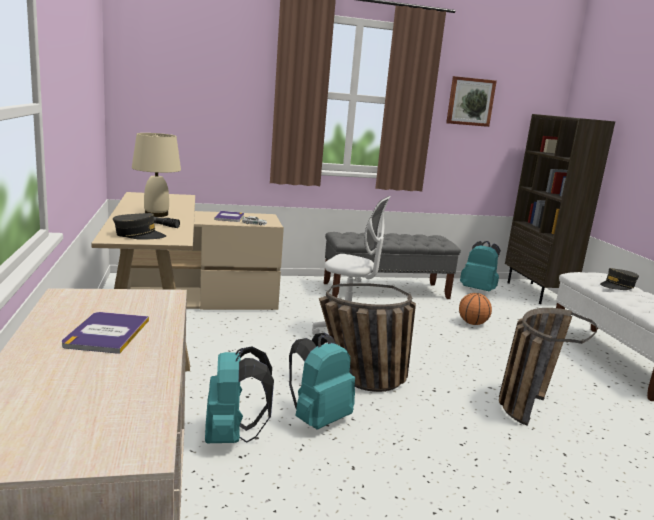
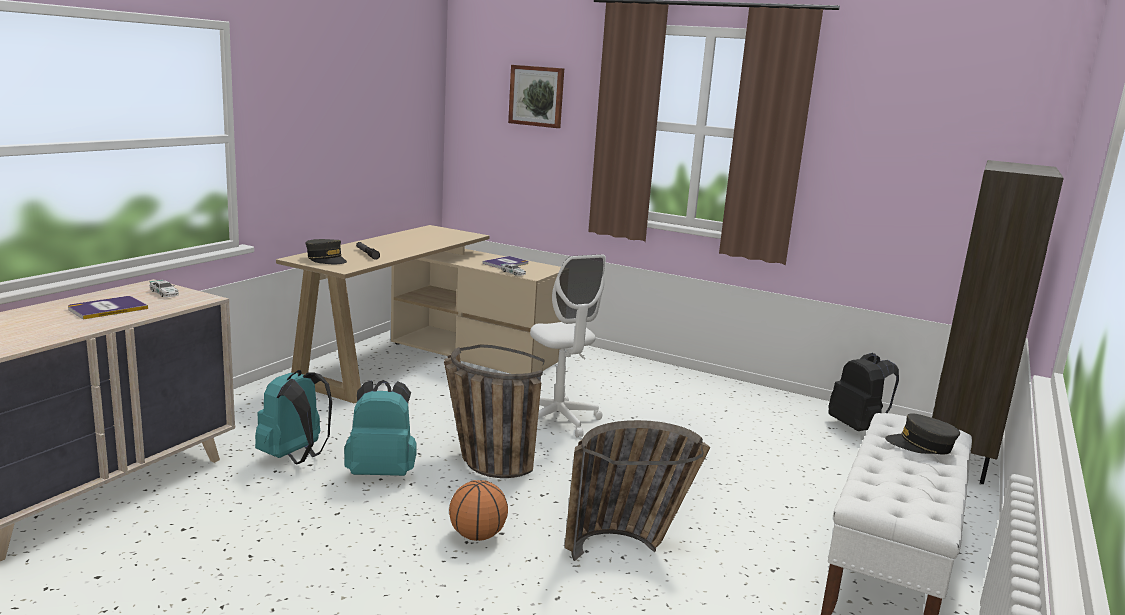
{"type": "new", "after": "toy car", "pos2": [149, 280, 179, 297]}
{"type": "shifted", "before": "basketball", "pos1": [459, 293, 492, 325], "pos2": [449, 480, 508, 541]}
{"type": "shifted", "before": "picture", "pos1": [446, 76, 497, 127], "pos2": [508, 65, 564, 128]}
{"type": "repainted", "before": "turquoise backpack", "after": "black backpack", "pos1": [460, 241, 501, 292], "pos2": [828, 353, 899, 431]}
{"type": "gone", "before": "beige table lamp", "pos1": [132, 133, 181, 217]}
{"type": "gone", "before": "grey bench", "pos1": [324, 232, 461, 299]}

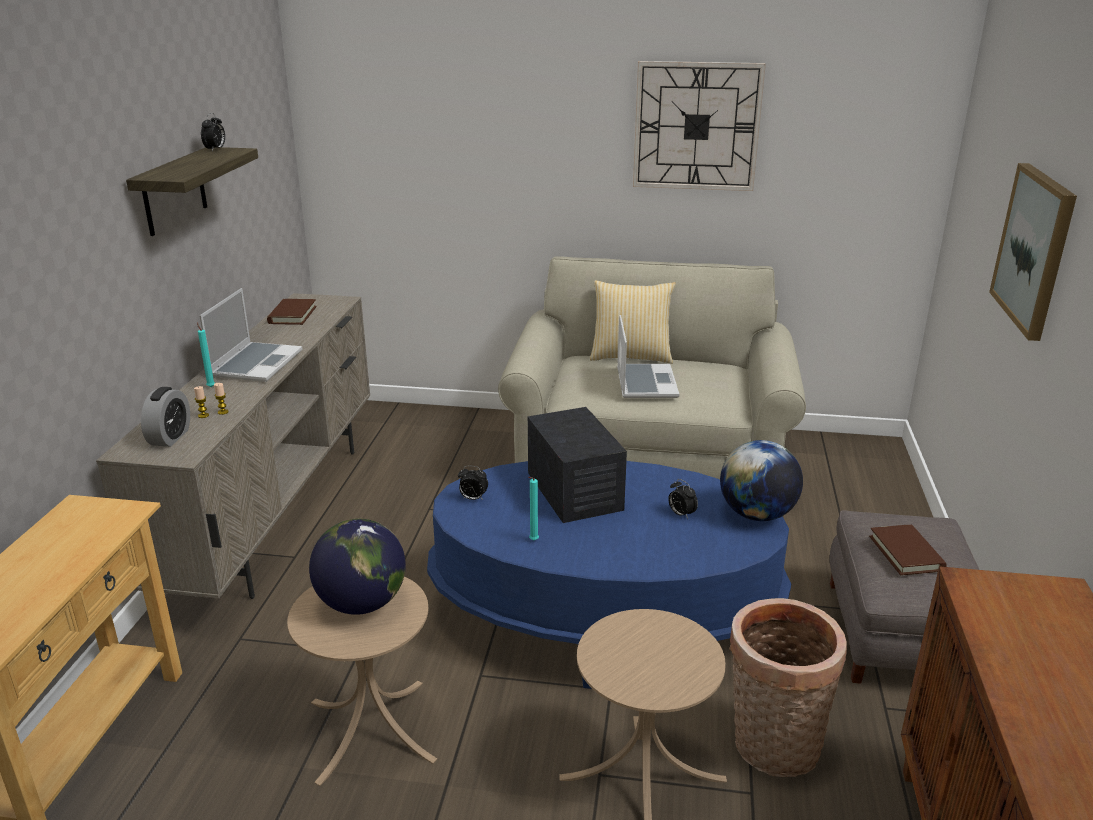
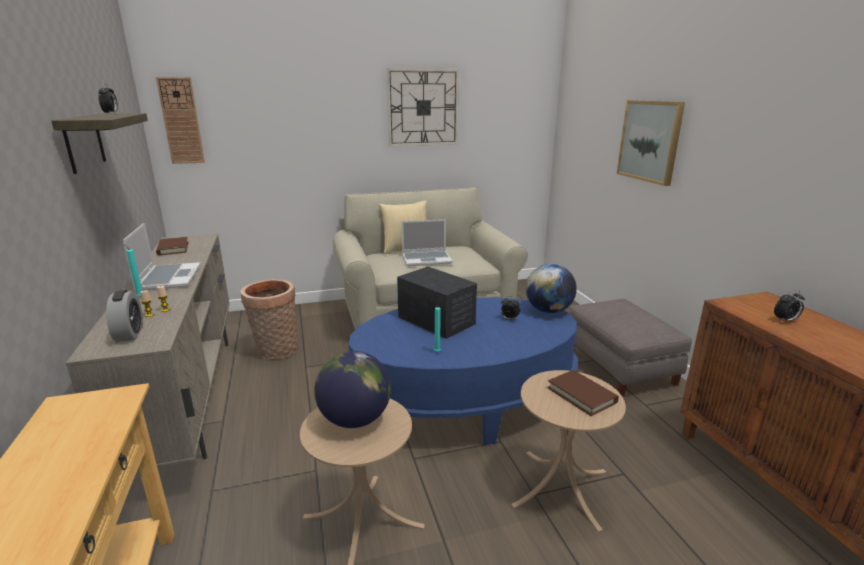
{"type": "new", "after": "wall clock", "pos2": [156, 77, 205, 164]}
{"type": "shifted", "before": "basket", "pos1": [729, 598, 847, 777], "pos2": [241, 279, 298, 359]}
{"type": "rotated", "before": "laptop", "pos1": [617, 315, 679, 398], "pos2": [402, 219, 452, 267], "turn": 105}
{"type": "shifted", "before": "brown book", "pos1": [869, 525, 947, 576], "pos2": [547, 370, 619, 416]}
{"type": "shifted", "before": "alarm clock", "pos1": [458, 466, 488, 500], "pos2": [774, 290, 805, 322]}

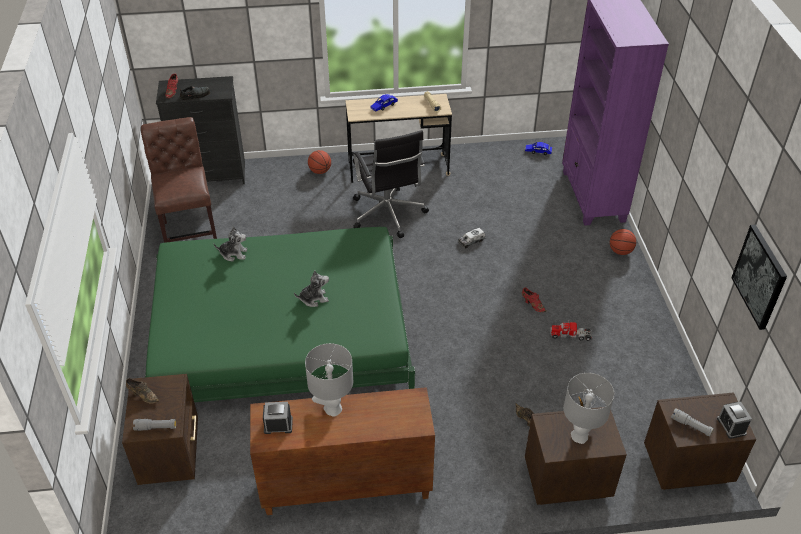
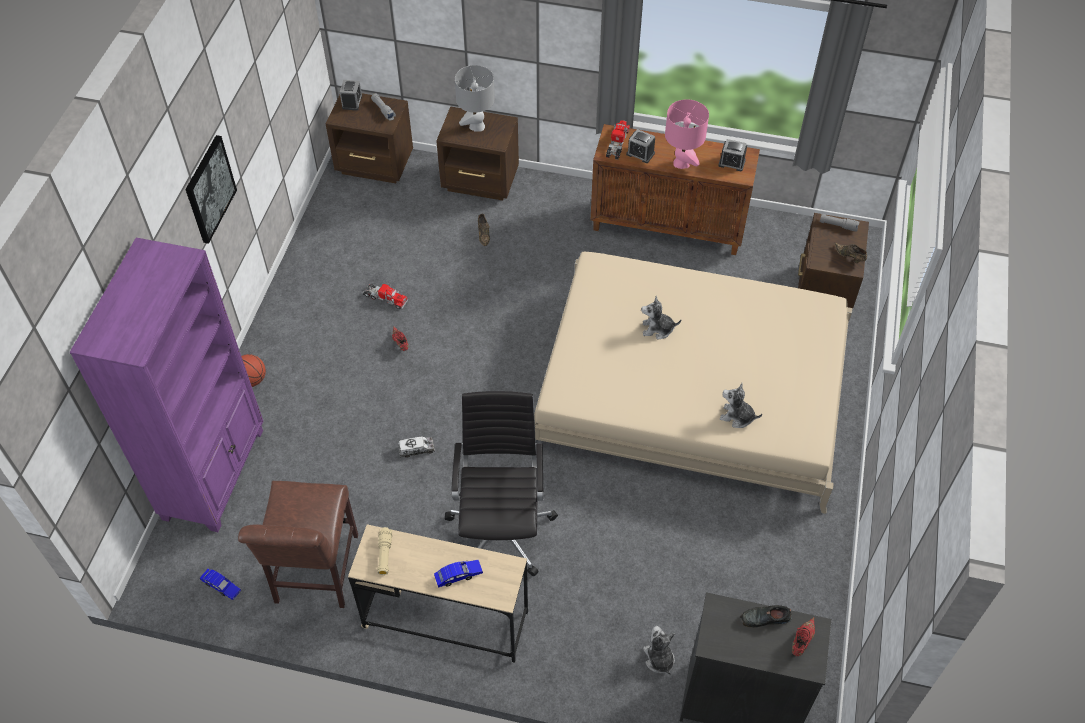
{"type": "shifted", "before": "picture", "pos1": [731, 225, 787, 330], "pos2": [185, 135, 237, 244]}
{"type": "shifted", "before": "brown chair", "pos1": [141, 117, 217, 243], "pos2": [238, 481, 358, 608]}
{"type": "repainted", "before": "green bed", "after": "beige bed", "pos1": [145, 227, 415, 402], "pos2": [534, 252, 853, 514]}
{"type": "new", "after": "toy truck", "pos2": [606, 120, 630, 160]}
{"type": "new", "after": "alarm clock", "pos2": [626, 129, 655, 163]}
{"type": "new", "after": "plush toy", "pos2": [643, 626, 675, 675]}
{"type": "repainted", "before": "grey table lamp", "after": "pink table lamp", "pos1": [305, 343, 353, 417], "pos2": [665, 99, 709, 169]}
{"type": "gone", "before": "basketball", "pos1": [308, 150, 331, 174]}

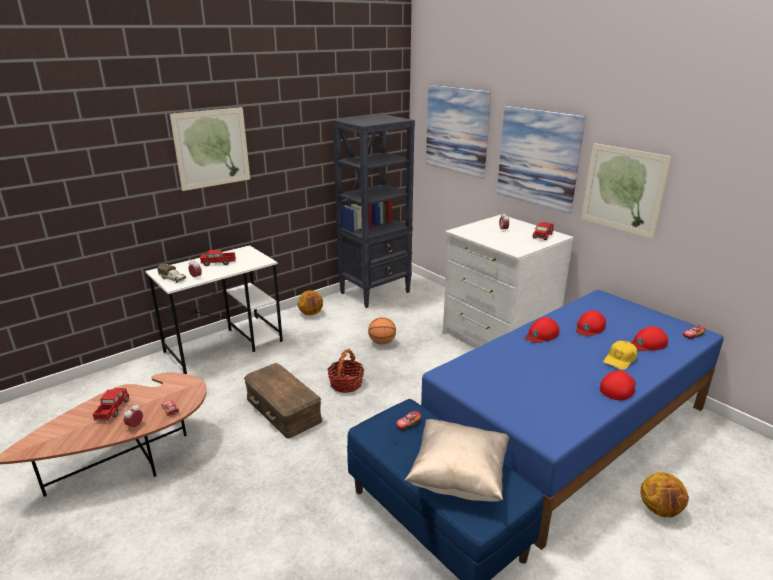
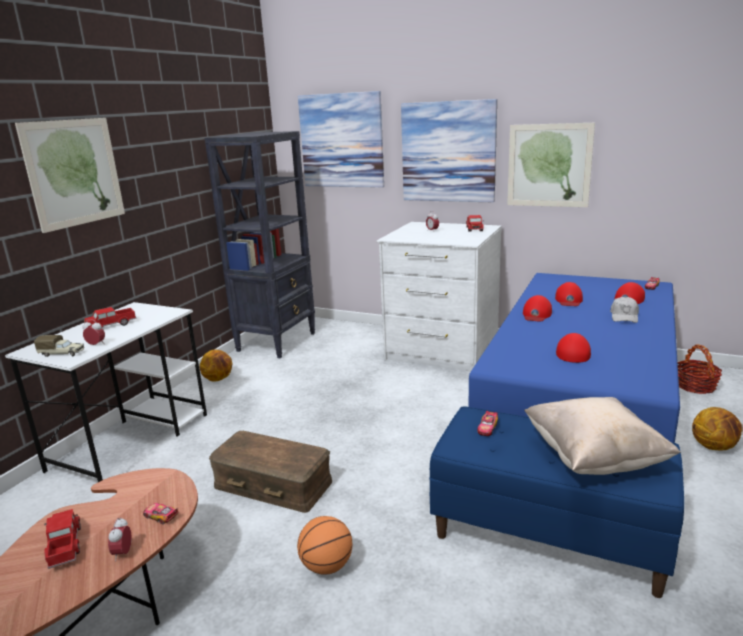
{"type": "shifted", "before": "basketball", "pos1": [368, 317, 396, 344], "pos2": [297, 516, 352, 575]}
{"type": "shifted", "before": "red cap", "pos1": [600, 371, 636, 400], "pos2": [556, 333, 591, 363]}
{"type": "repainted", "before": "yellow cap", "after": "white cap", "pos1": [603, 341, 637, 370], "pos2": [610, 296, 639, 323]}
{"type": "shifted", "before": "basket", "pos1": [327, 349, 365, 393], "pos2": [678, 344, 722, 394]}

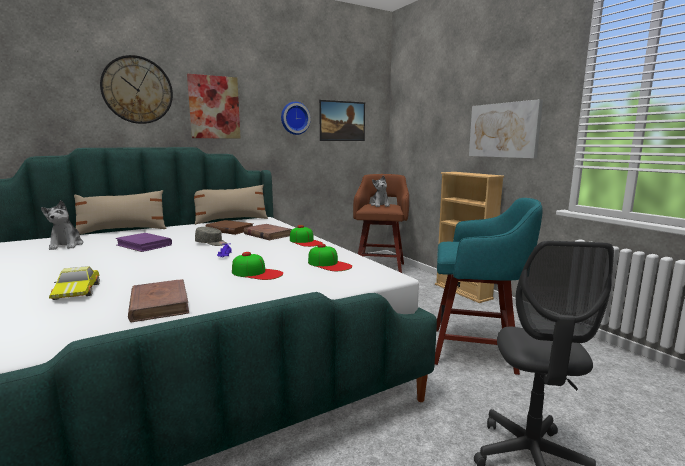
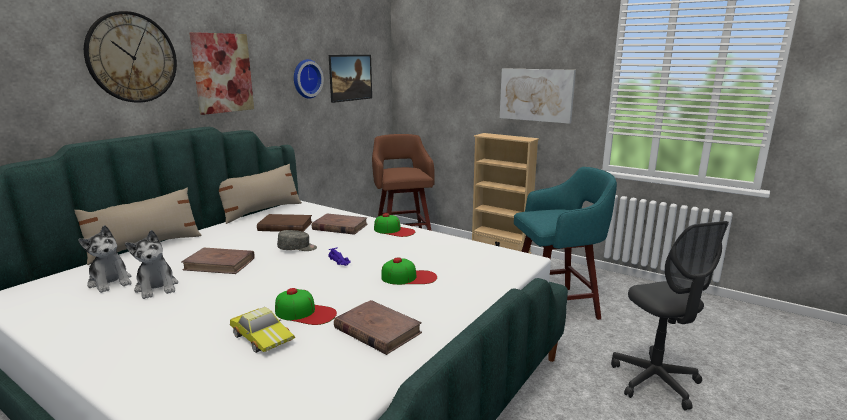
{"type": "shifted", "before": "plush toy", "pos1": [371, 175, 390, 207], "pos2": [125, 230, 178, 299]}
{"type": "repainted", "before": "purple book", "after": "brown book", "pos1": [115, 233, 172, 252], "pos2": [182, 248, 254, 274]}
{"type": "shifted", "before": "cap", "pos1": [308, 244, 352, 271], "pos2": [275, 288, 337, 325]}

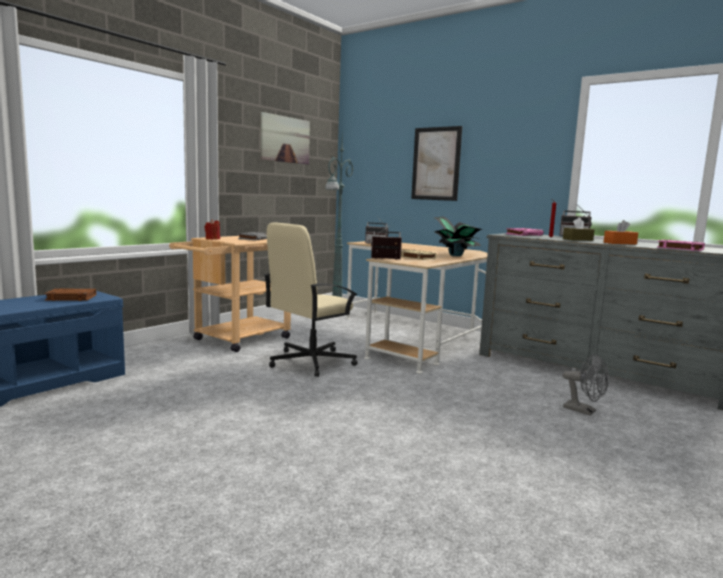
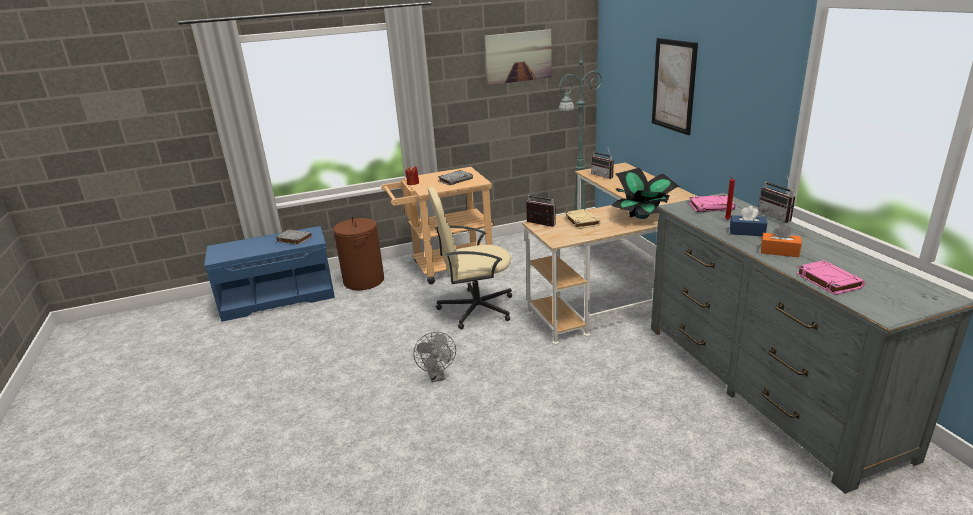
{"type": "repainted", "before": "brown book", "after": "grey book", "pos1": [44, 288, 96, 301], "pos2": [275, 230, 312, 245]}
{"type": "new", "after": "brown laundry basket", "pos2": [333, 216, 384, 290]}
{"type": "shifted", "before": "grey fan", "pos1": [563, 354, 609, 415], "pos2": [413, 332, 456, 382]}
{"type": "repainted", "before": "brown tissue box", "after": "blue tissue box", "pos1": [563, 217, 595, 241], "pos2": [730, 206, 767, 236]}

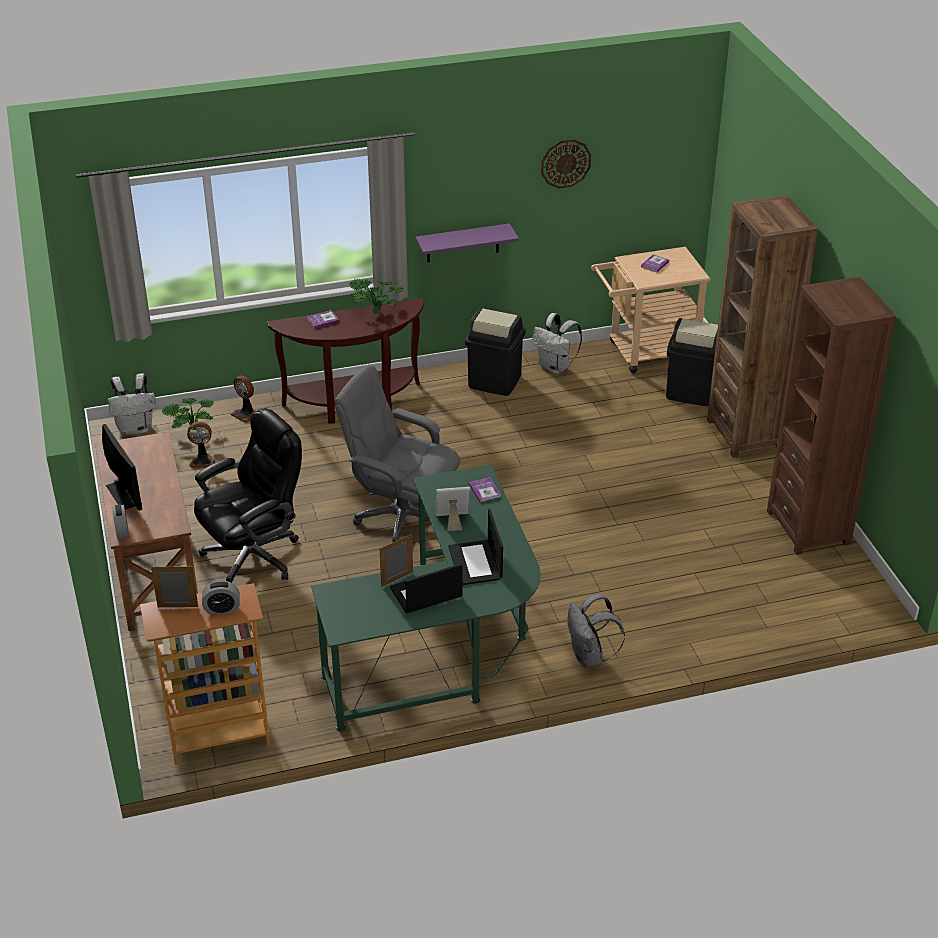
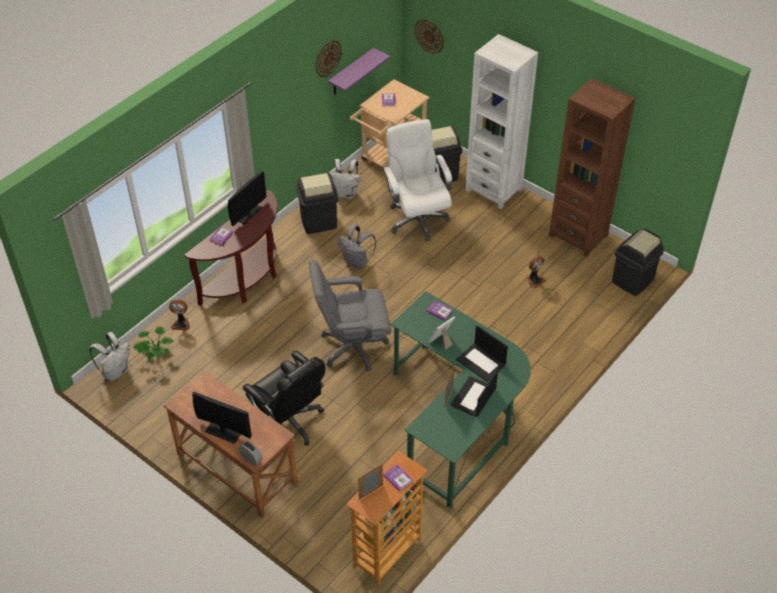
{"type": "swapped", "before": "potted plant", "after": "monitor", "pos1": [348, 278, 404, 314], "pos2": [228, 171, 267, 226]}
{"type": "rotated", "before": "black office chair", "pos1": [194, 408, 302, 583], "pos2": [243, 351, 325, 446], "turn": 120}
{"type": "shifted", "before": "purple shelf", "pos1": [416, 223, 519, 262], "pos2": [328, 48, 390, 95]}
{"type": "shifted", "before": "grey backpack", "pos1": [567, 594, 625, 667], "pos2": [338, 225, 376, 269]}
{"type": "new", "after": "white office chair", "pos2": [383, 119, 452, 241]}
{"type": "swapped", "before": "alarm clock", "after": "book", "pos1": [202, 581, 240, 615], "pos2": [383, 464, 413, 491]}
{"type": "new", "after": "wall clock", "pos2": [414, 19, 444, 54]}
{"type": "repainted", "before": "brown bookcase", "after": "white bookcase", "pos1": [707, 195, 818, 458], "pos2": [465, 34, 538, 209]}
{"type": "shifted", "before": "fan", "pos1": [187, 422, 215, 468], "pos2": [527, 255, 546, 288]}
{"type": "new", "after": "black trash can", "pos2": [612, 229, 664, 296]}

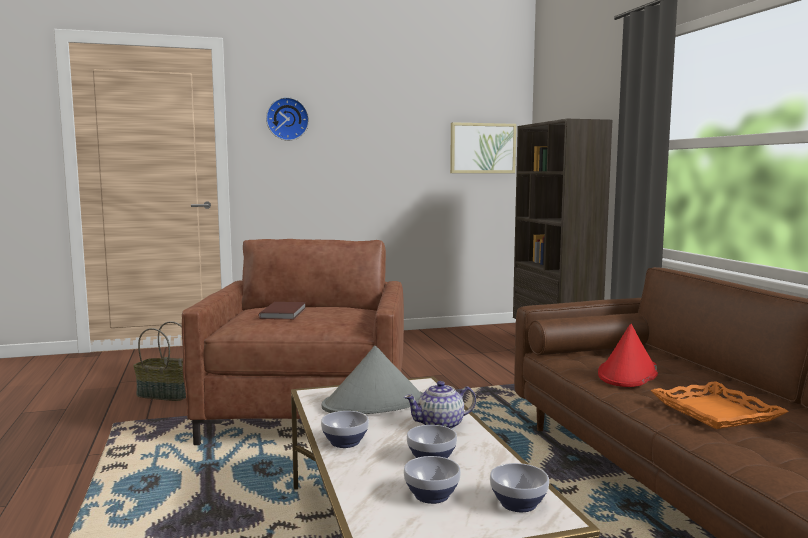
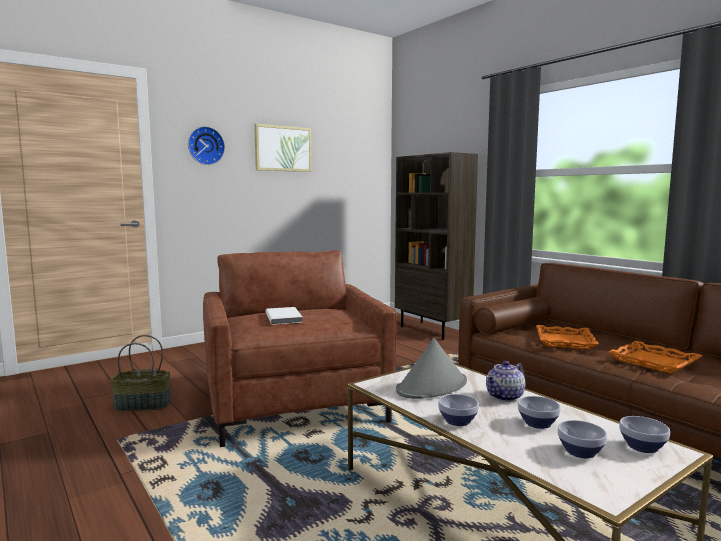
{"type": "shifted", "before": "picture", "pos1": [450, 122, 516, 173], "pos2": [254, 124, 312, 172]}
{"type": "repainted", "before": "brown book", "after": "white book", "pos1": [259, 302, 306, 319], "pos2": [265, 307, 303, 325]}
{"type": "swapped", "before": "red hat", "after": "orange tray", "pos1": [598, 324, 658, 387], "pos2": [536, 325, 599, 349]}

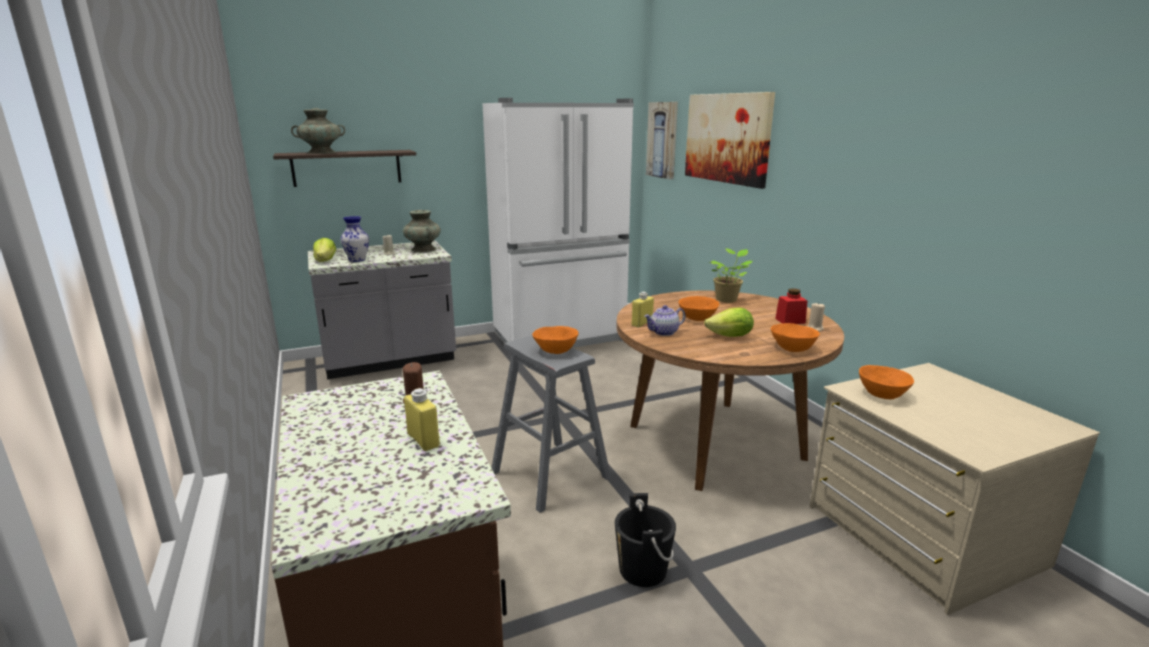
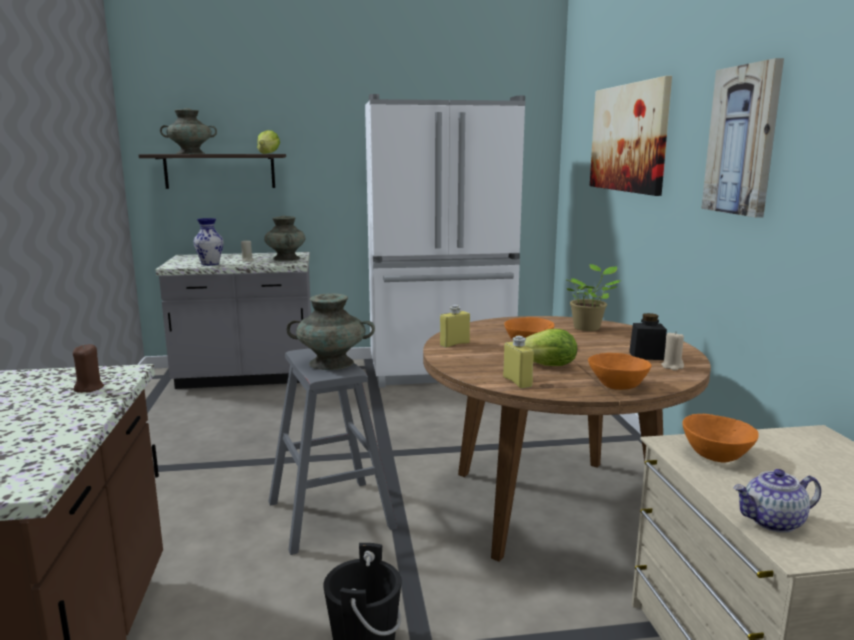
{"type": "shifted", "before": "lettuce", "pos1": [313, 238, 336, 262], "pos2": [257, 130, 280, 154]}
{"type": "swapped", "before": "orange bowl", "after": "turquoise vase", "pos1": [532, 326, 579, 354], "pos2": [286, 294, 375, 370]}
{"type": "shifted", "before": "yellow bottle", "pos1": [404, 388, 440, 451], "pos2": [503, 336, 534, 388]}
{"type": "repainted", "before": "red jar", "after": "black jar", "pos1": [775, 288, 808, 324], "pos2": [629, 313, 667, 360]}
{"type": "shifted", "before": "picture", "pos1": [646, 102, 678, 180], "pos2": [701, 58, 784, 218]}
{"type": "shifted", "before": "teapot", "pos1": [644, 305, 686, 336], "pos2": [733, 469, 821, 533]}

